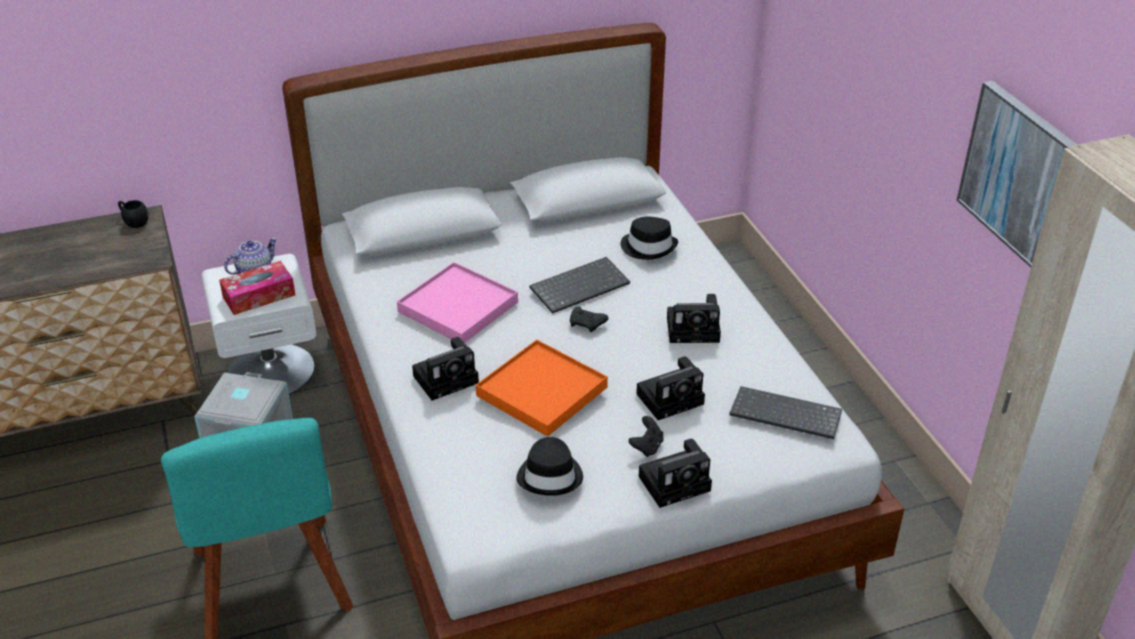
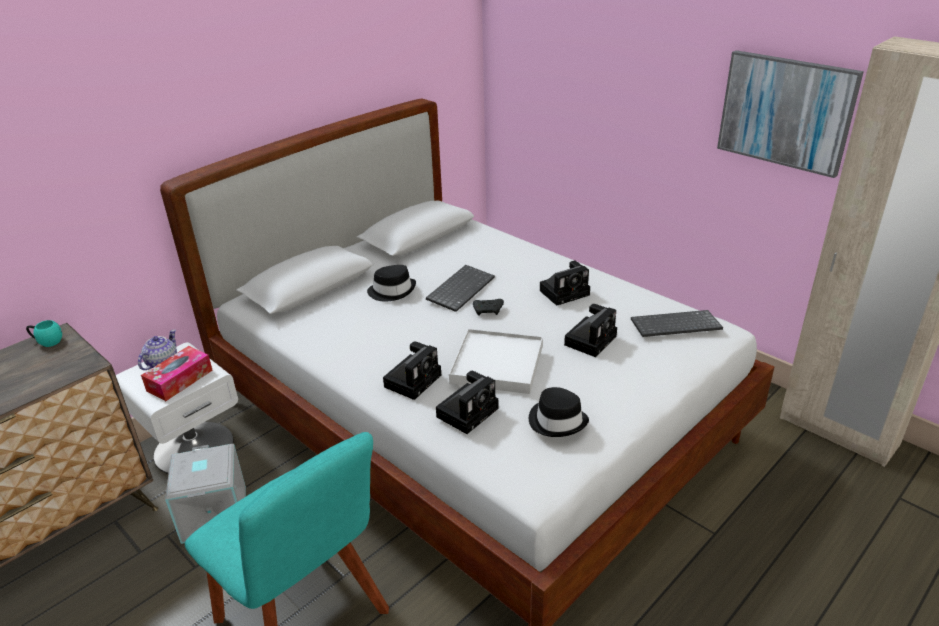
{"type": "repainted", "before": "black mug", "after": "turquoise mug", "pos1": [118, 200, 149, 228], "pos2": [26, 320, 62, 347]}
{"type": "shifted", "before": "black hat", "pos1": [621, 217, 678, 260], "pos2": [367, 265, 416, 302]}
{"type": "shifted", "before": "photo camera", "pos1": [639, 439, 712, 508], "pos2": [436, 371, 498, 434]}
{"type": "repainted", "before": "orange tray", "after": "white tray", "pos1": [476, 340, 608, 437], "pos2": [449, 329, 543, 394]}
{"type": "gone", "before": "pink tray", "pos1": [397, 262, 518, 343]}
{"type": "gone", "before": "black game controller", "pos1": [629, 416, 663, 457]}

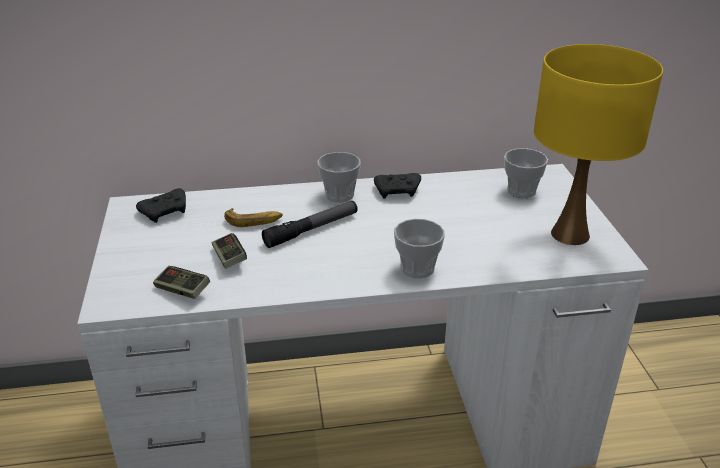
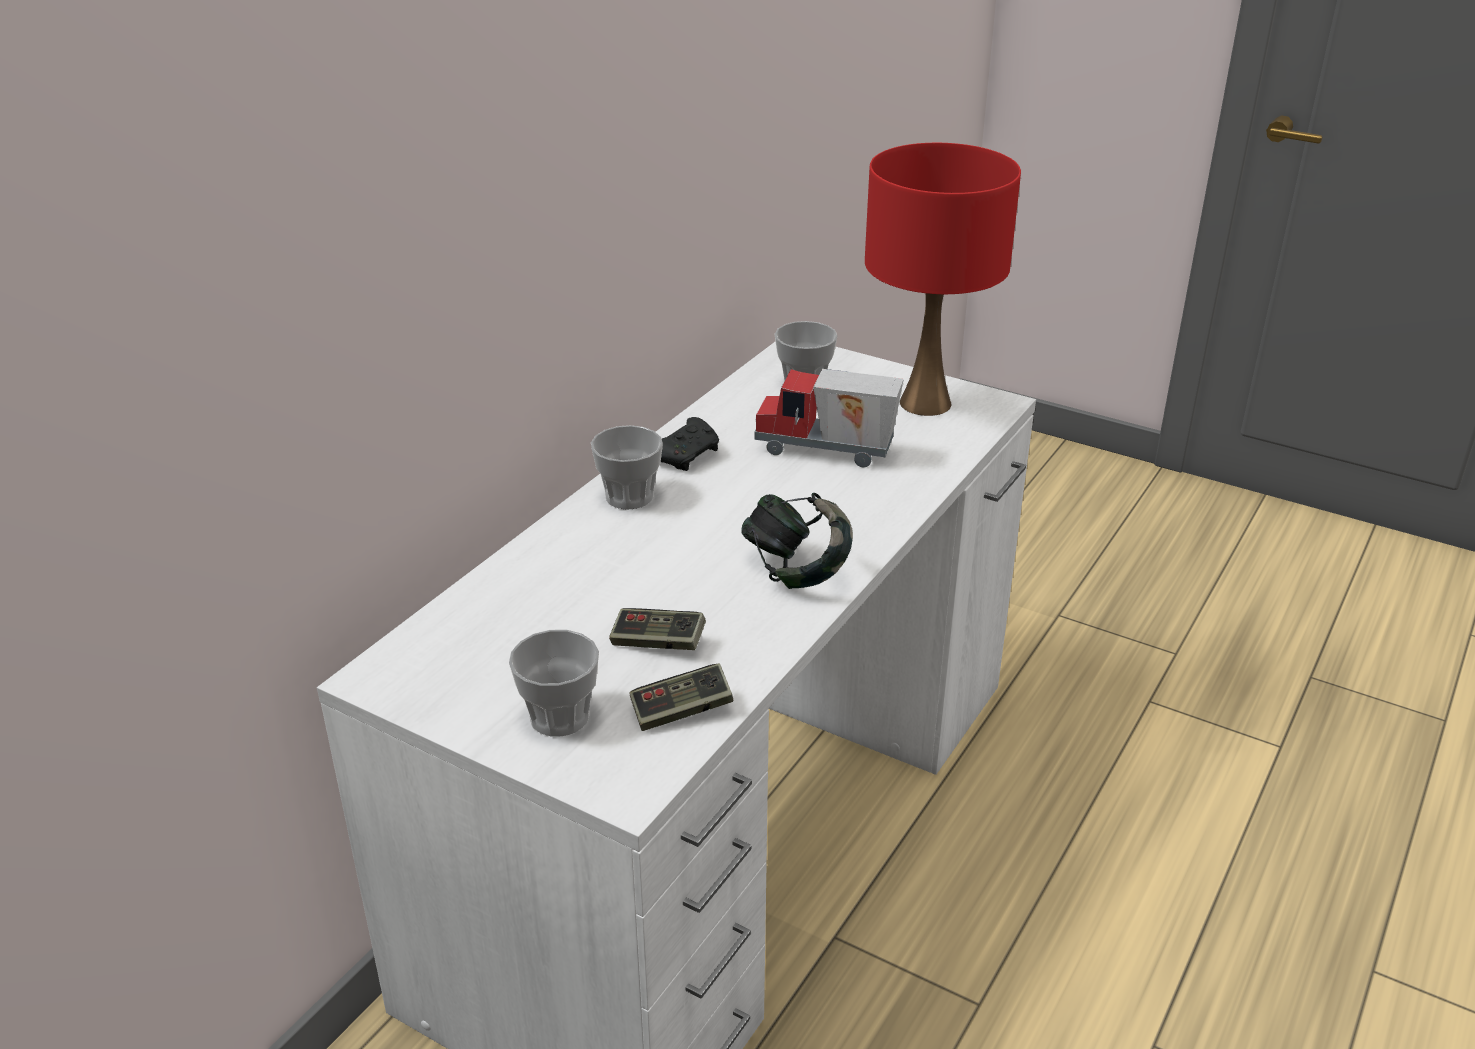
{"type": "shifted", "before": "cup", "pos1": [394, 219, 445, 279], "pos2": [509, 630, 599, 737]}
{"type": "new", "after": "headphones", "pos2": [741, 493, 853, 589]}
{"type": "new", "after": "toy truck", "pos2": [754, 369, 904, 467]}
{"type": "repainted", "before": "yellow table lamp", "after": "red table lamp", "pos1": [534, 44, 663, 245], "pos2": [865, 143, 1021, 416]}
{"type": "gone", "before": "black game controller", "pos1": [136, 188, 186, 223]}
{"type": "gone", "before": "banana", "pos1": [224, 208, 283, 227]}
{"type": "gone", "before": "flashlight", "pos1": [262, 201, 358, 248]}

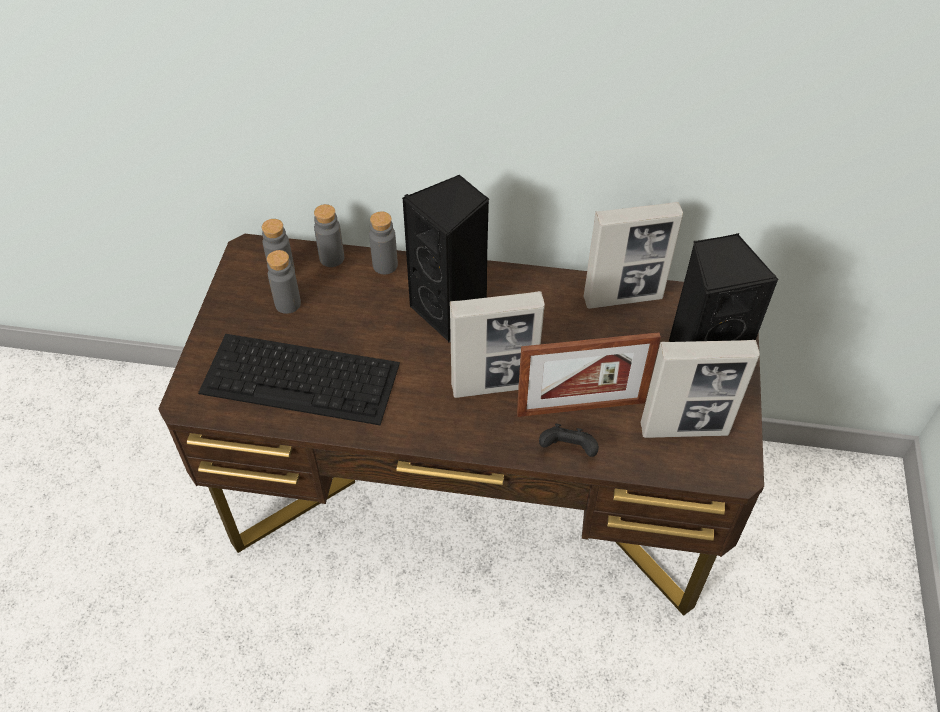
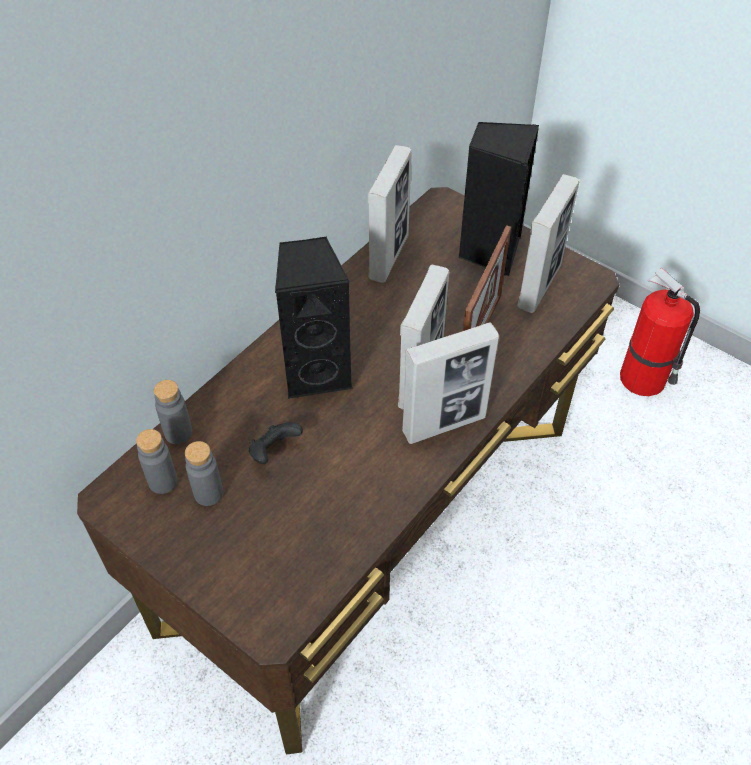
{"type": "shifted", "before": "black game controller", "pos1": [539, 424, 599, 457], "pos2": [249, 422, 303, 464]}
{"type": "new", "after": "picture frame", "pos2": [402, 322, 499, 444]}
{"type": "new", "after": "fire extinguisher", "pos2": [620, 268, 700, 396]}
{"type": "gone", "before": "keyboard", "pos1": [198, 334, 400, 425]}
{"type": "gone", "before": "grey bottle", "pos1": [369, 211, 398, 275]}

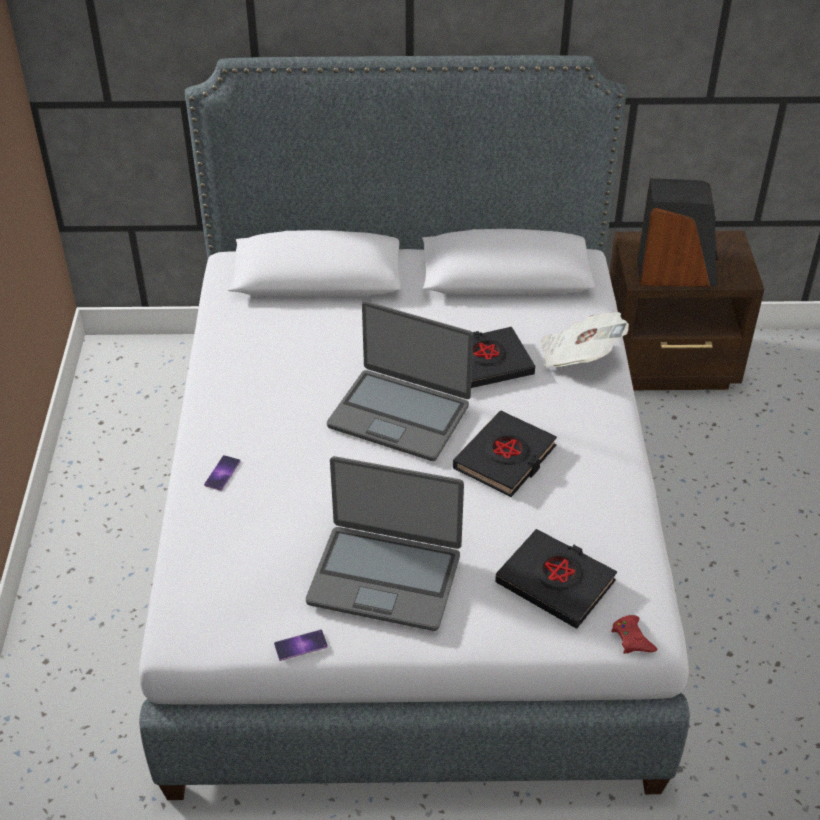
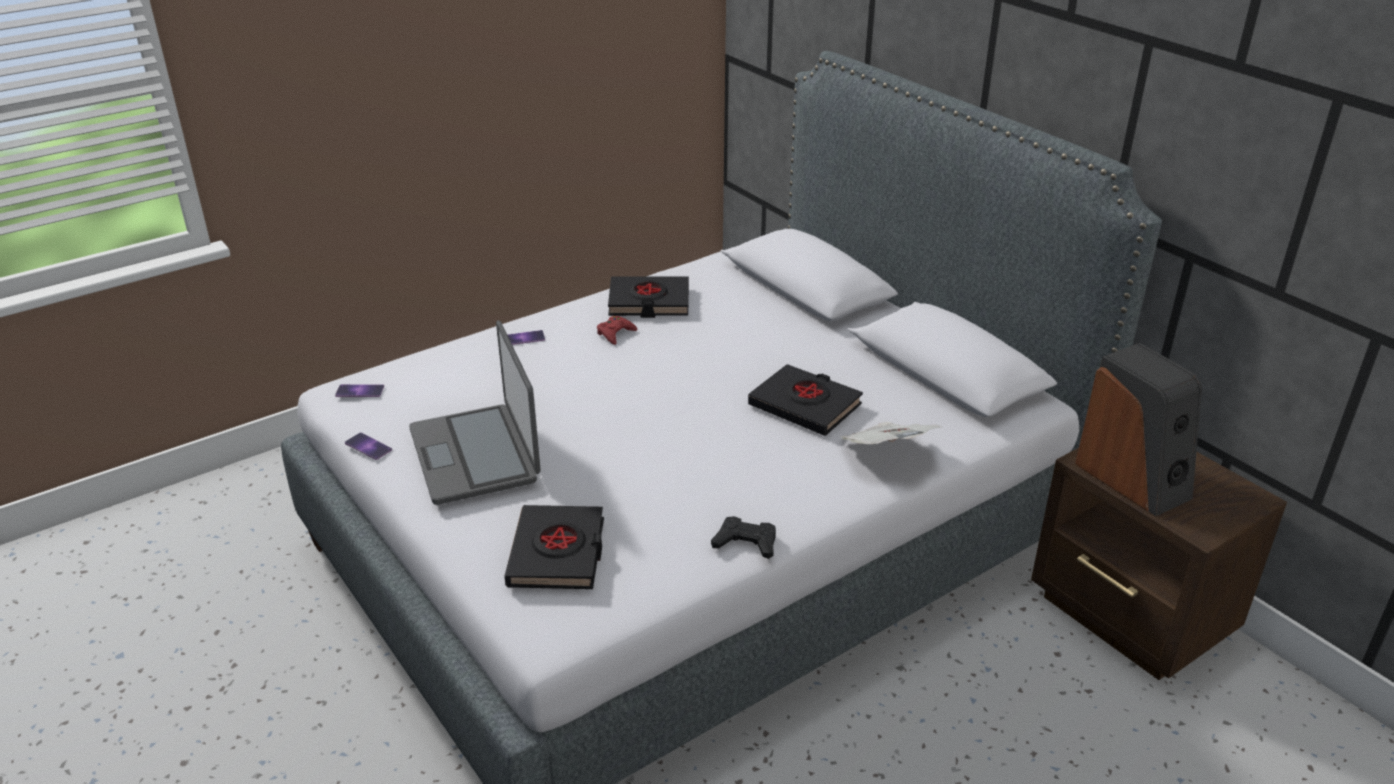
{"type": "new", "after": "phone", "pos2": [335, 384, 384, 397]}
{"type": "shifted", "before": "red game controller", "pos1": [612, 615, 657, 654], "pos2": [597, 316, 637, 345]}
{"type": "shifted", "before": "black book", "pos1": [453, 411, 557, 497], "pos2": [608, 276, 689, 318]}
{"type": "new", "after": "black game controller", "pos2": [711, 516, 776, 559]}
{"type": "gone", "before": "laptop", "pos1": [327, 301, 473, 461]}

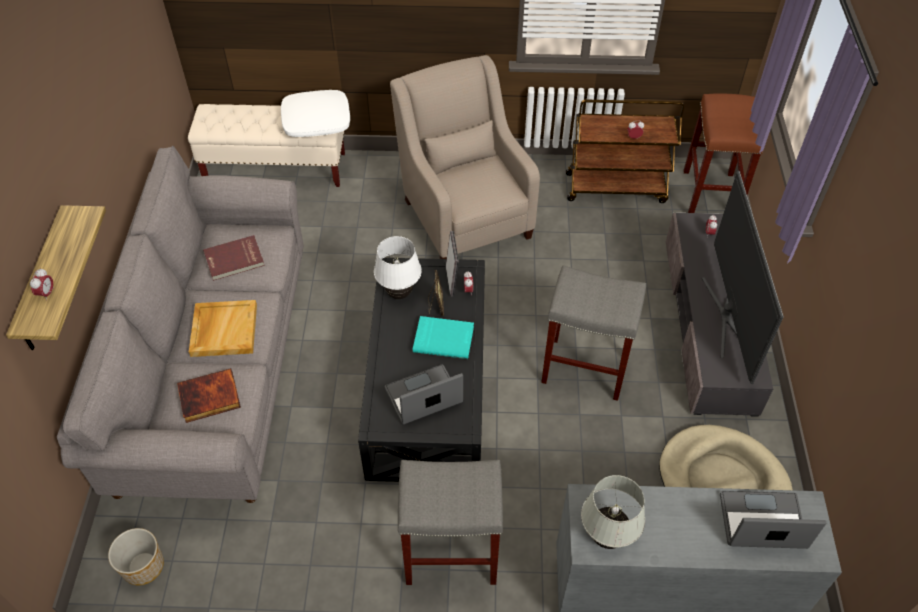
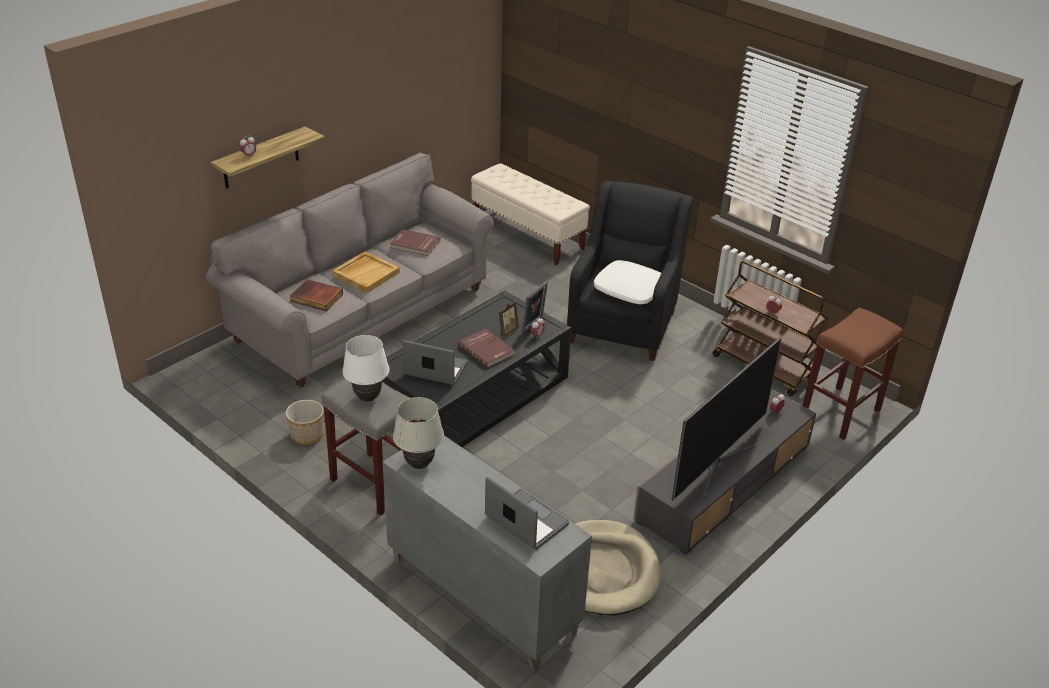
{"type": "shifted", "before": "planter", "pos1": [108, 528, 164, 585], "pos2": [286, 400, 324, 445]}
{"type": "shifted", "before": "white table lamp", "pos1": [374, 236, 422, 299], "pos2": [342, 335, 390, 402]}
{"type": "repainted", "before": "turquoise book", "after": "red book", "pos1": [413, 316, 474, 359], "pos2": [458, 329, 515, 368]}
{"type": "repainted", "before": "beige armchair", "after": "black armchair", "pos1": [390, 55, 540, 259], "pos2": [567, 181, 693, 361]}
{"type": "shifted", "before": "white pillow", "pos1": [281, 90, 350, 137], "pos2": [594, 260, 661, 304]}
{"type": "gone", "before": "grey stool", "pos1": [541, 265, 646, 401]}

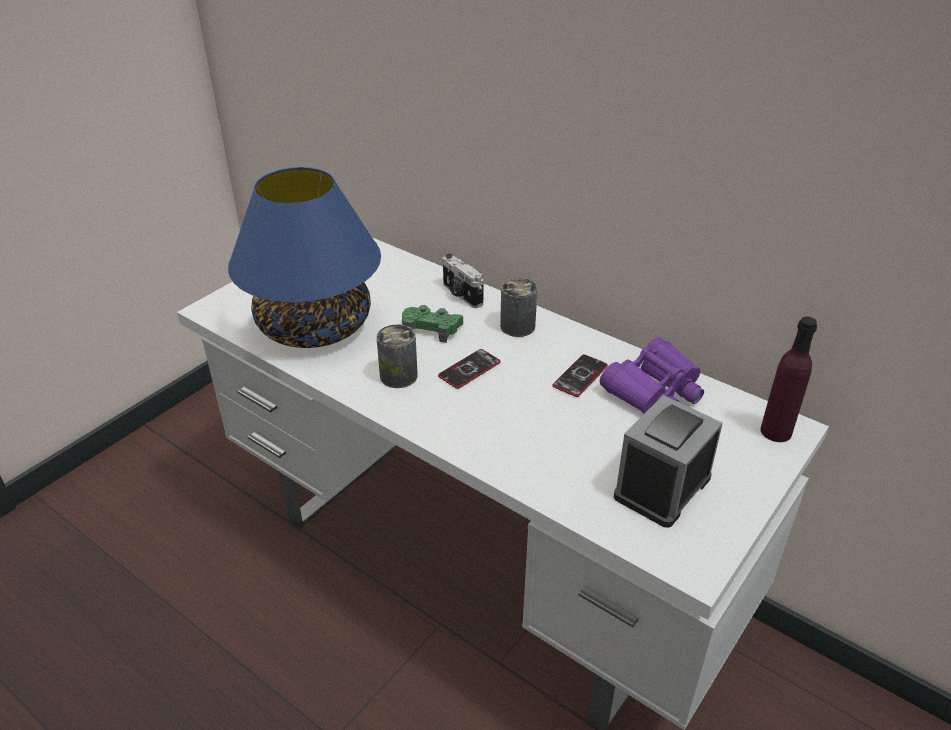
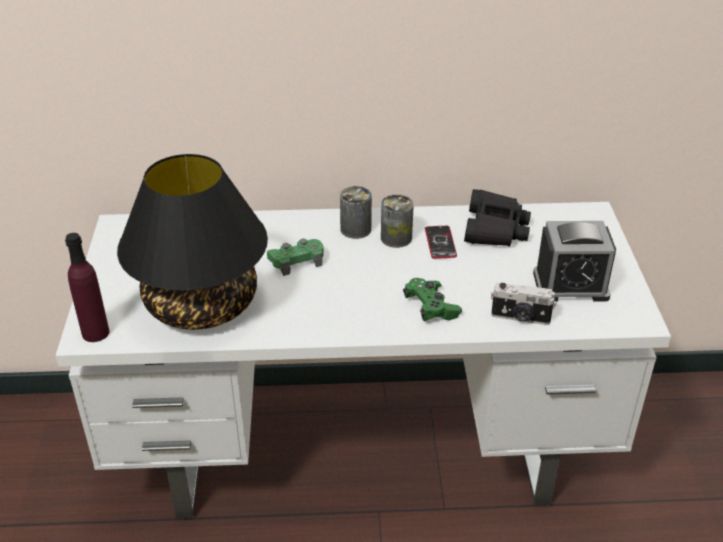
{"type": "shifted", "before": "purple bottle", "pos1": [761, 317, 817, 442], "pos2": [65, 233, 109, 342]}
{"type": "repainted", "before": "blue table lamp", "after": "black table lamp", "pos1": [228, 167, 381, 348], "pos2": [117, 154, 268, 330]}
{"type": "shifted", "before": "can", "pos1": [376, 324, 418, 388], "pos2": [381, 194, 414, 248]}
{"type": "new", "after": "green game controller", "pos2": [403, 278, 462, 322]}
{"type": "repainted", "before": "purple binoculars", "after": "black binoculars", "pos1": [600, 337, 704, 414], "pos2": [464, 189, 531, 247]}
{"type": "shifted", "before": "photo camera", "pos1": [443, 253, 484, 308], "pos2": [491, 283, 557, 325]}
{"type": "rotated", "before": "alarm clock", "pos1": [614, 395, 723, 528], "pos2": [533, 221, 616, 302], "turn": -90}
{"type": "gone", "before": "phone", "pos1": [438, 349, 501, 389]}

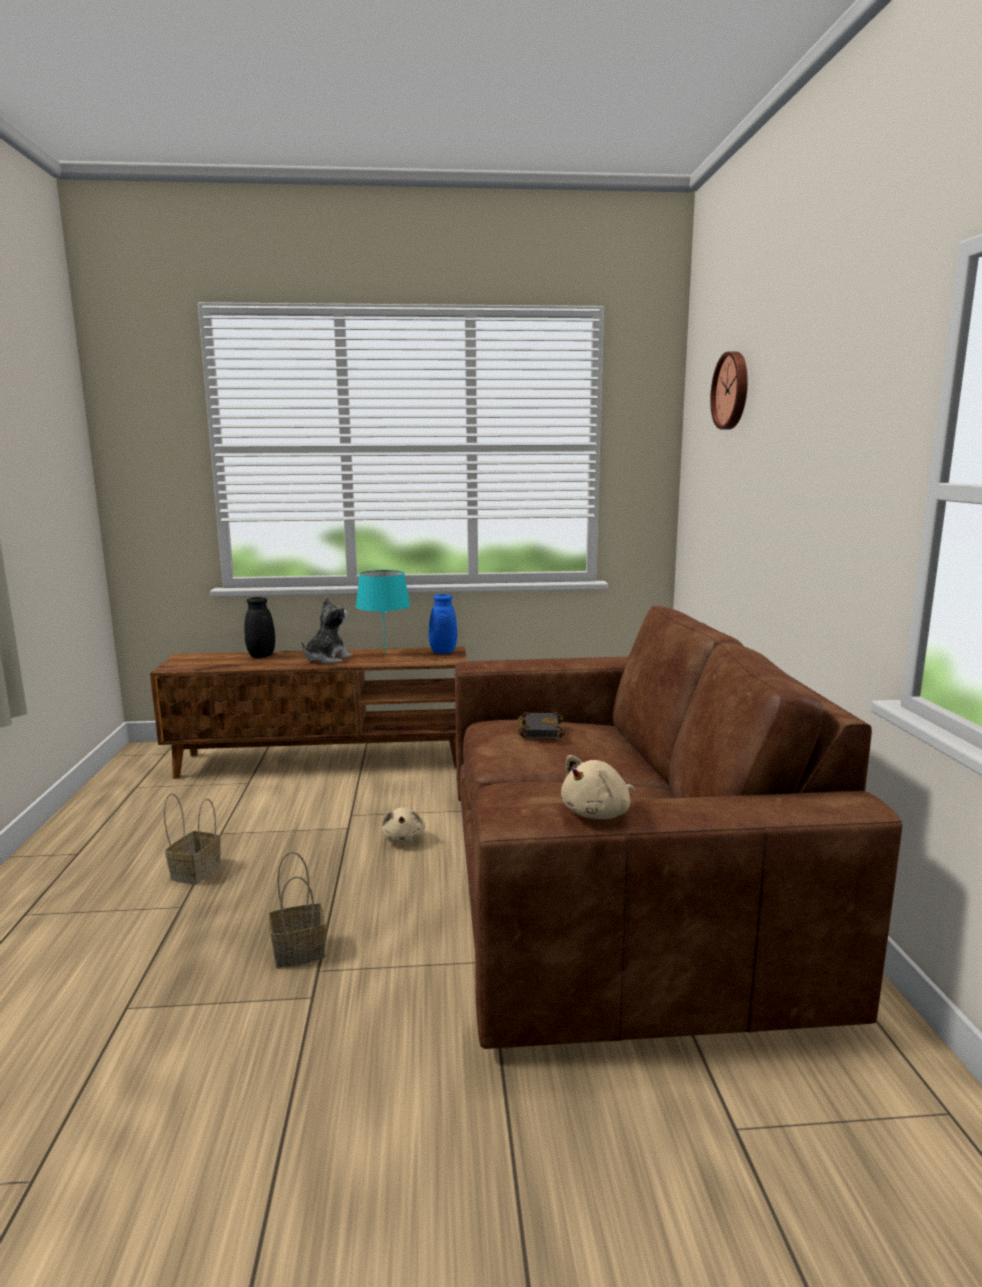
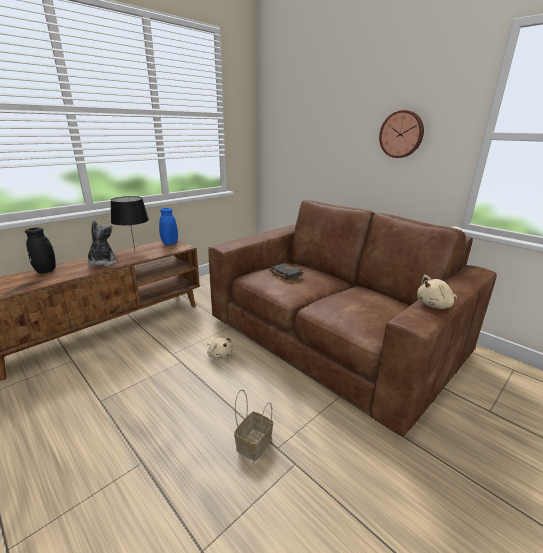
{"type": "repainted", "before": "turquoise table lamp", "after": "black table lamp", "pos1": [356, 570, 410, 649], "pos2": [110, 196, 149, 249]}
{"type": "shifted", "before": "wall clock", "pos1": [710, 352, 748, 429], "pos2": [379, 110, 424, 158]}
{"type": "rotated", "before": "beige plush toy", "pos1": [561, 755, 635, 819], "pos2": [417, 275, 457, 309], "turn": 60}
{"type": "gone", "before": "basket", "pos1": [164, 794, 221, 884]}

